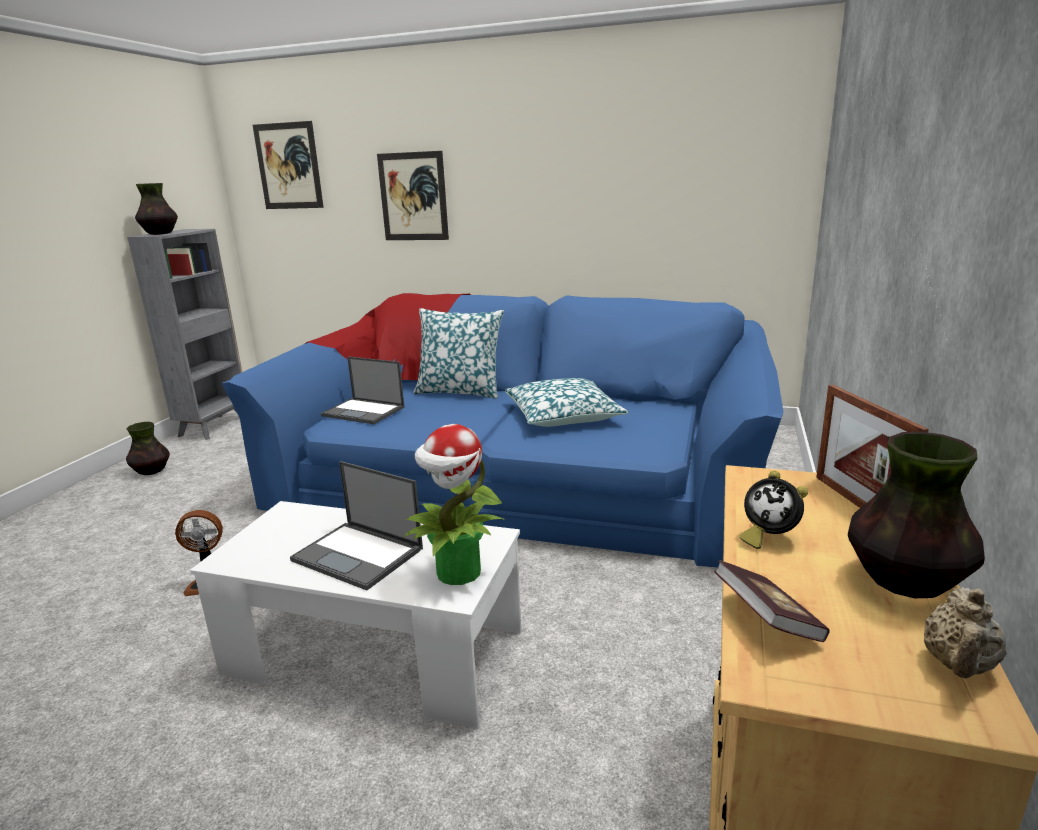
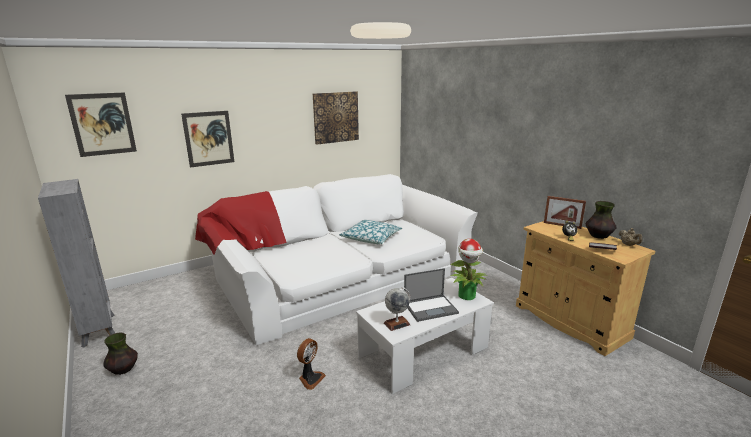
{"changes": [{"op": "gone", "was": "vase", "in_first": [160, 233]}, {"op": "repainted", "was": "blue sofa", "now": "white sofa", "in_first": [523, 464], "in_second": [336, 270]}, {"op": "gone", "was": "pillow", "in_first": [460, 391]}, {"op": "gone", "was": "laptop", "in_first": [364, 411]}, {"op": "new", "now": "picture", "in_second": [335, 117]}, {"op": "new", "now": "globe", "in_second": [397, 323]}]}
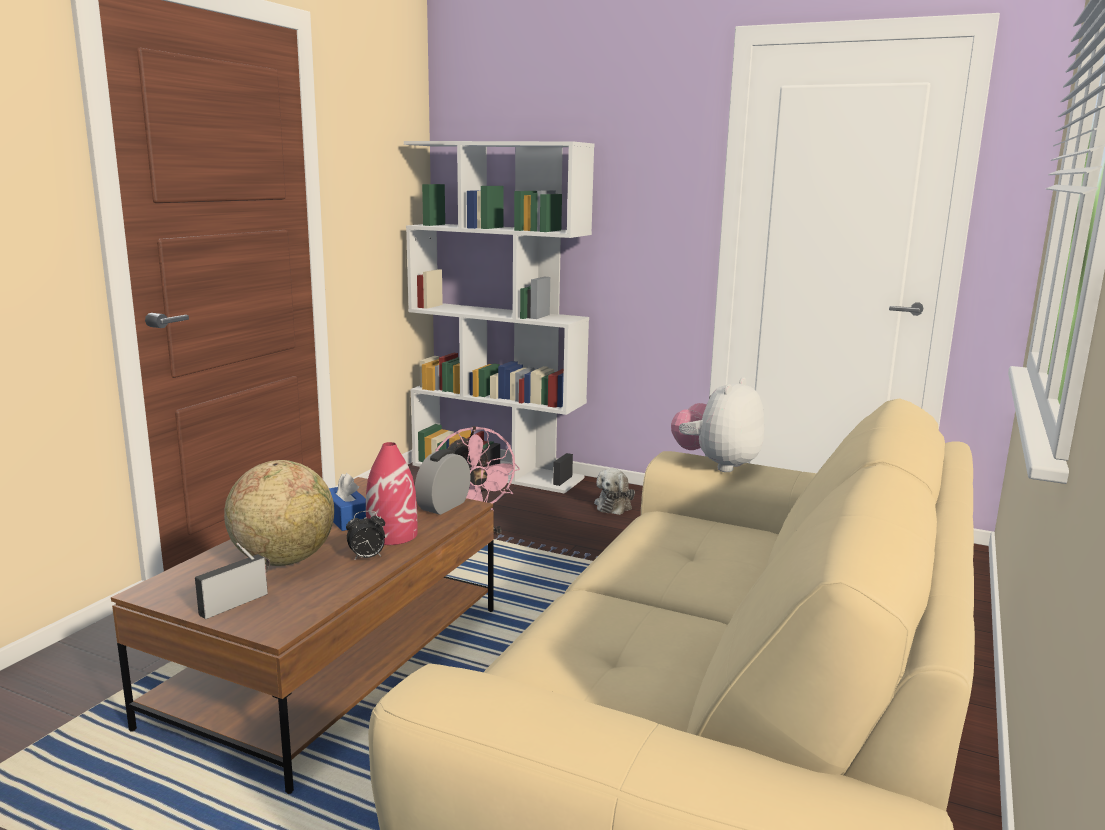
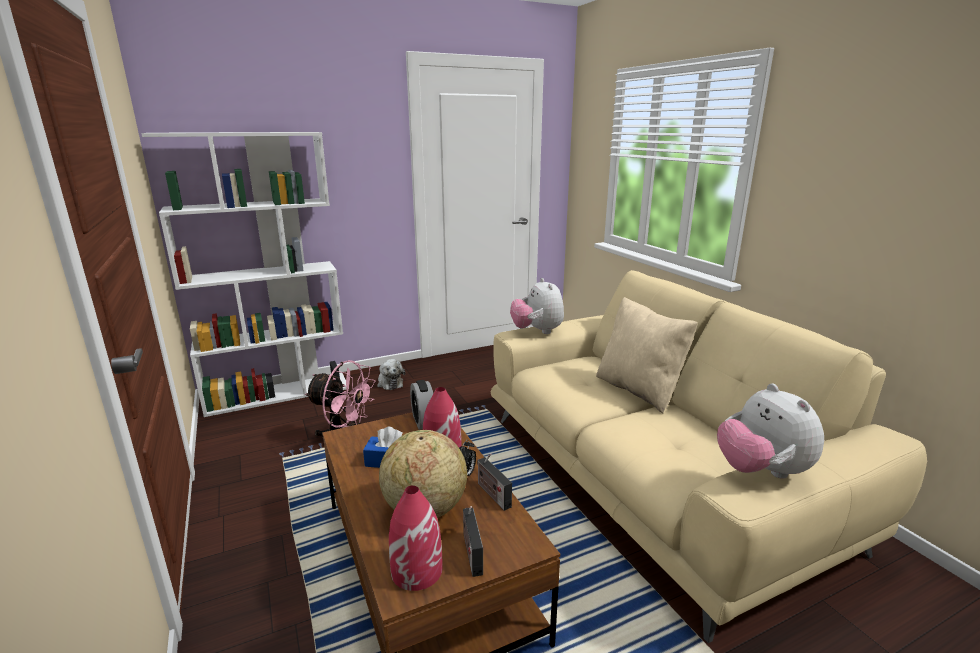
{"changes": [{"op": "new", "now": "beige pillow", "in_second": [639, 390]}, {"op": "new", "now": "plush toy", "in_second": [761, 471]}, {"op": "new", "now": "radio", "in_second": [492, 494]}, {"op": "new", "now": "red vase", "in_second": [416, 570]}]}
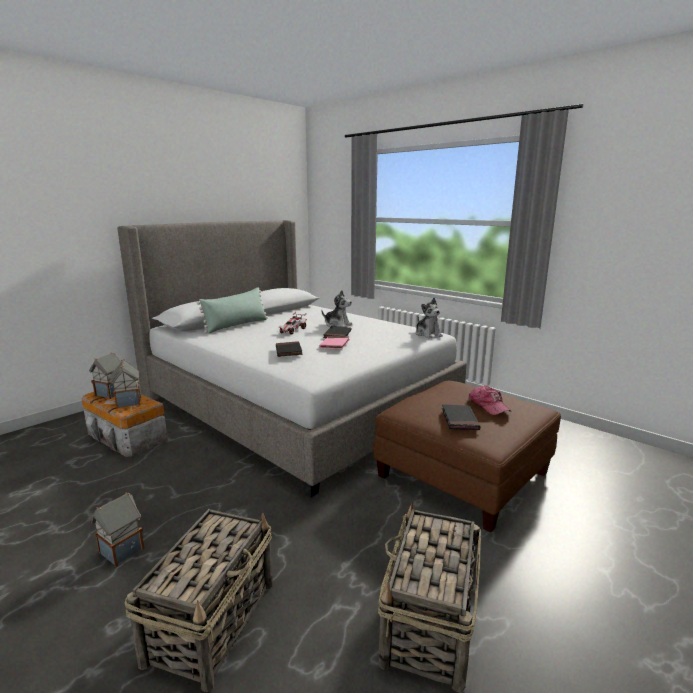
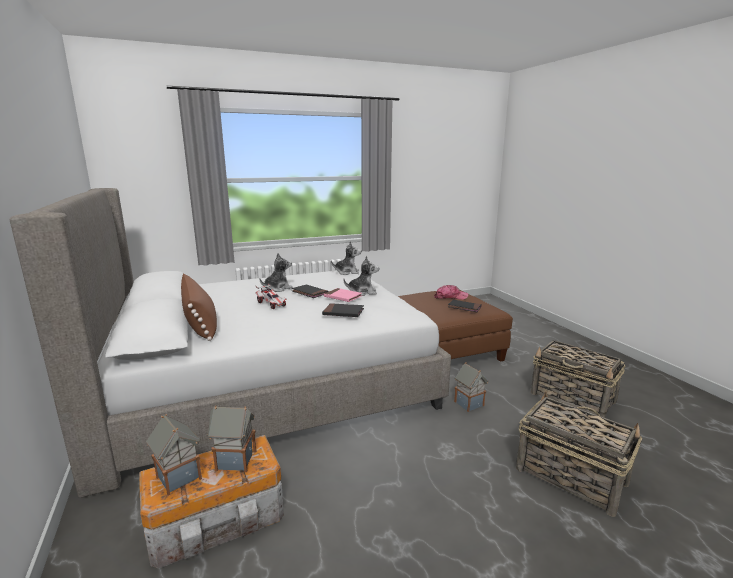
{"changes": [{"op": "repainted", "was": "green pillow", "now": "brown pillow", "in_first": [236, 325], "in_second": [200, 324]}, {"op": "shifted", "was": "toy house", "in_first": [121, 552], "in_second": [469, 404]}, {"op": "new", "now": "plush toy", "in_second": [362, 292]}]}
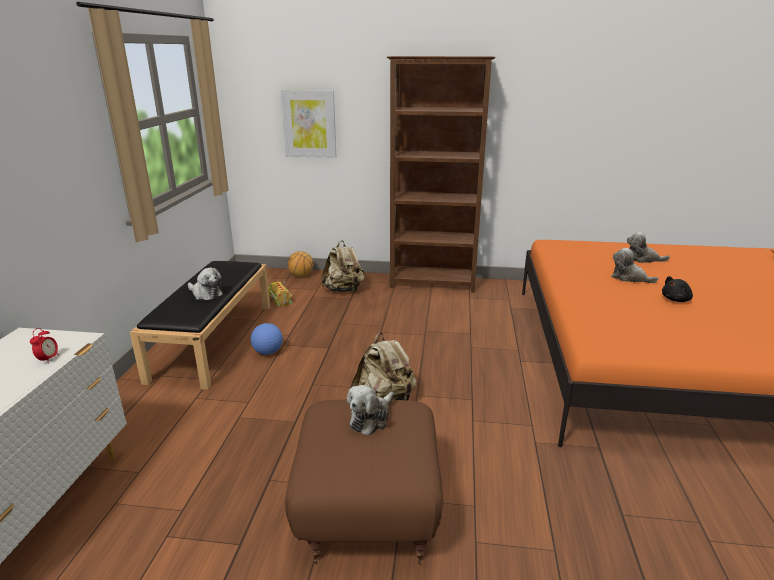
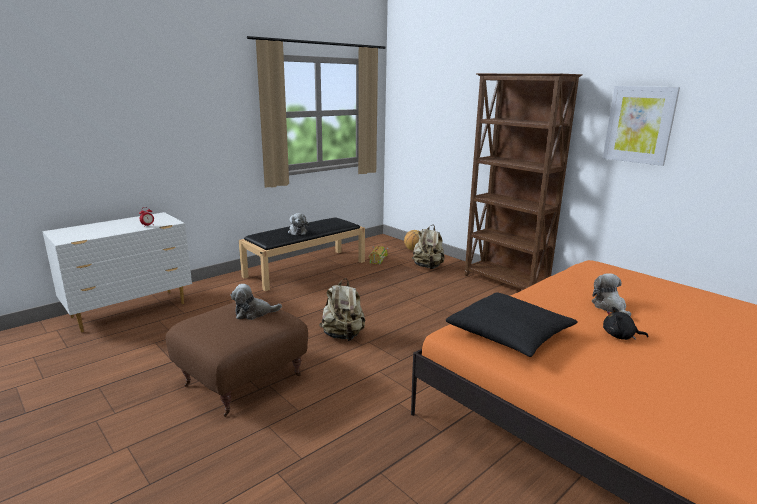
{"changes": [{"op": "shifted", "was": "picture", "in_first": [309, 124], "in_second": [639, 125]}, {"op": "gone", "was": "plush toy", "in_first": [642, 259]}, {"op": "gone", "was": "football", "in_first": [268, 352]}, {"op": "new", "now": "black pillow", "in_second": [509, 334]}]}
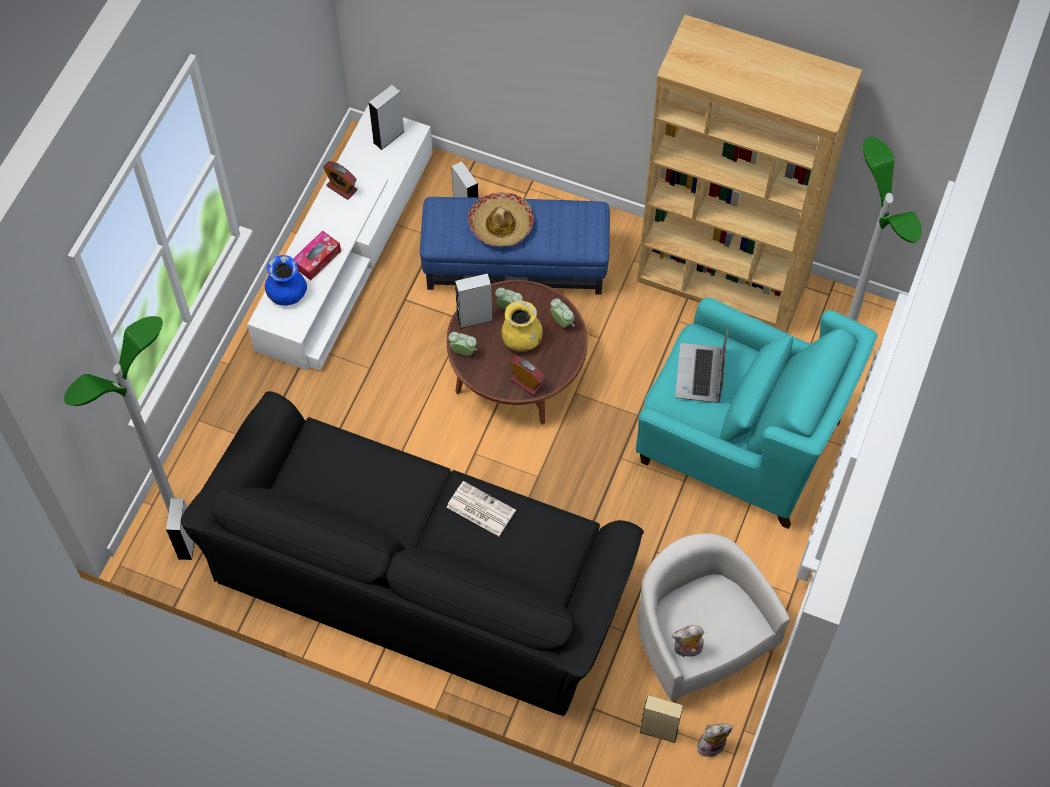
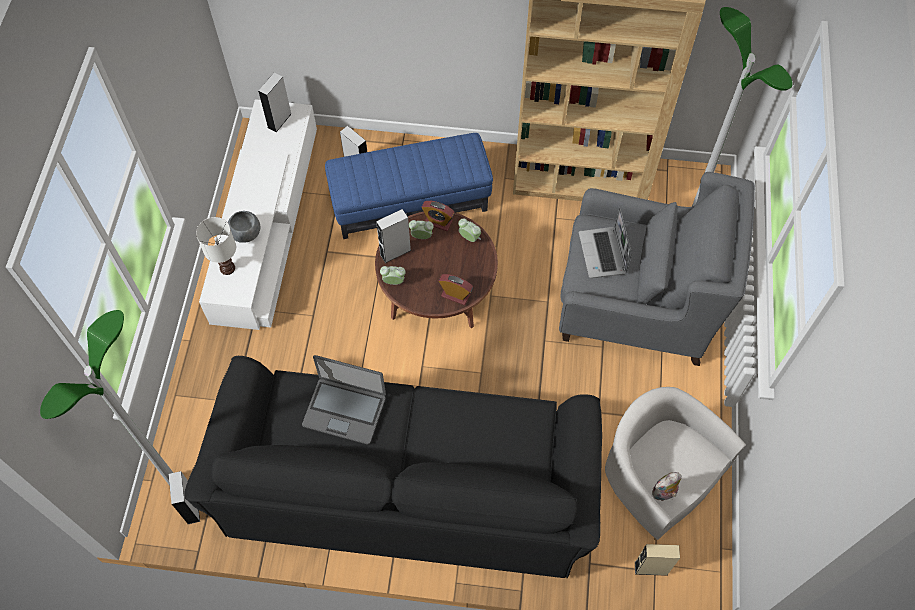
{"changes": [{"op": "shifted", "was": "alarm clock", "in_first": [342, 188], "in_second": [438, 222]}, {"op": "gone", "was": "hat", "in_first": [501, 225]}, {"op": "swapped", "was": "tissue box", "now": "grey bowl", "in_first": [317, 259], "in_second": [246, 233]}, {"op": "swapped", "was": "blue vase", "now": "white table lamp", "in_first": [287, 294], "in_second": [227, 268]}, {"op": "repainted", "was": "turquoise armchair", "now": "grey armchair", "in_first": [740, 441], "in_second": [636, 303]}, {"op": "gone", "was": "yellow vase", "in_first": [521, 339]}, {"op": "gone", "was": "newspaper", "in_first": [480, 509]}, {"op": "gone", "was": "plush toy", "in_first": [711, 744]}, {"op": "new", "now": "laptop", "in_second": [345, 410]}]}
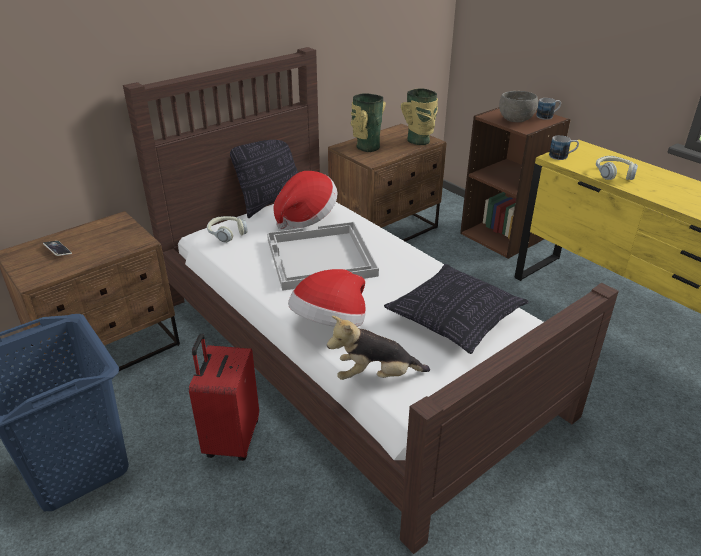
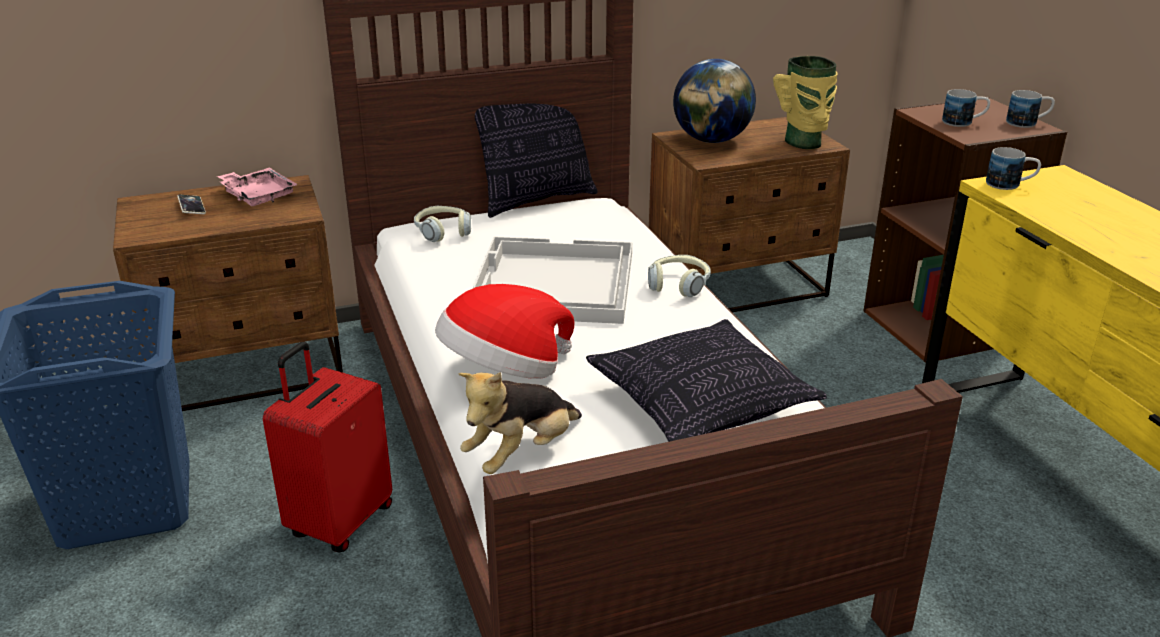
{"changes": [{"op": "swapped", "was": "grey bowl", "now": "mug", "in_first": [516, 120], "in_second": [963, 122]}, {"op": "swapped", "was": "vase", "now": "globe", "in_first": [366, 147], "in_second": [711, 140]}, {"op": "shifted", "was": "headphones", "in_first": [613, 174], "in_second": [678, 284]}, {"op": "gone", "was": "hat", "in_first": [306, 217]}, {"op": "rotated", "was": "plush toy", "in_first": [375, 376], "in_second": [521, 453], "clockwise": -60}, {"op": "new", "now": "pink tray", "in_second": [258, 196]}]}
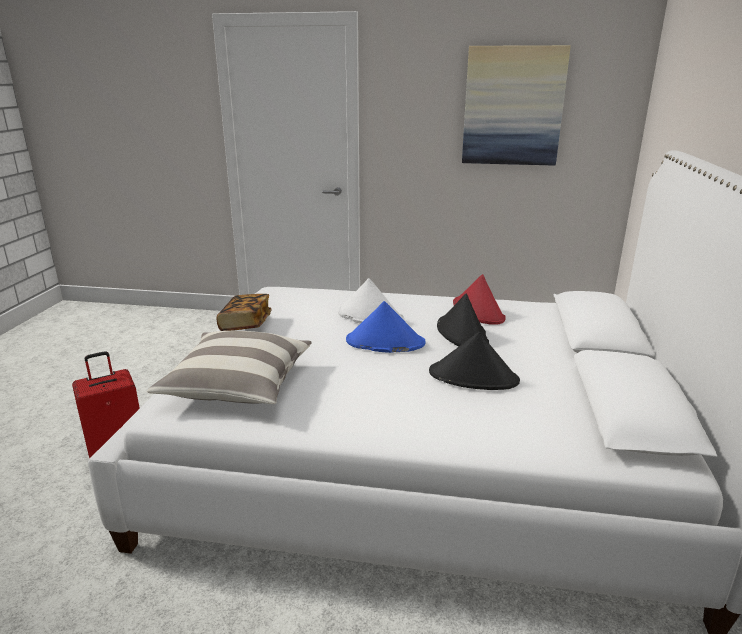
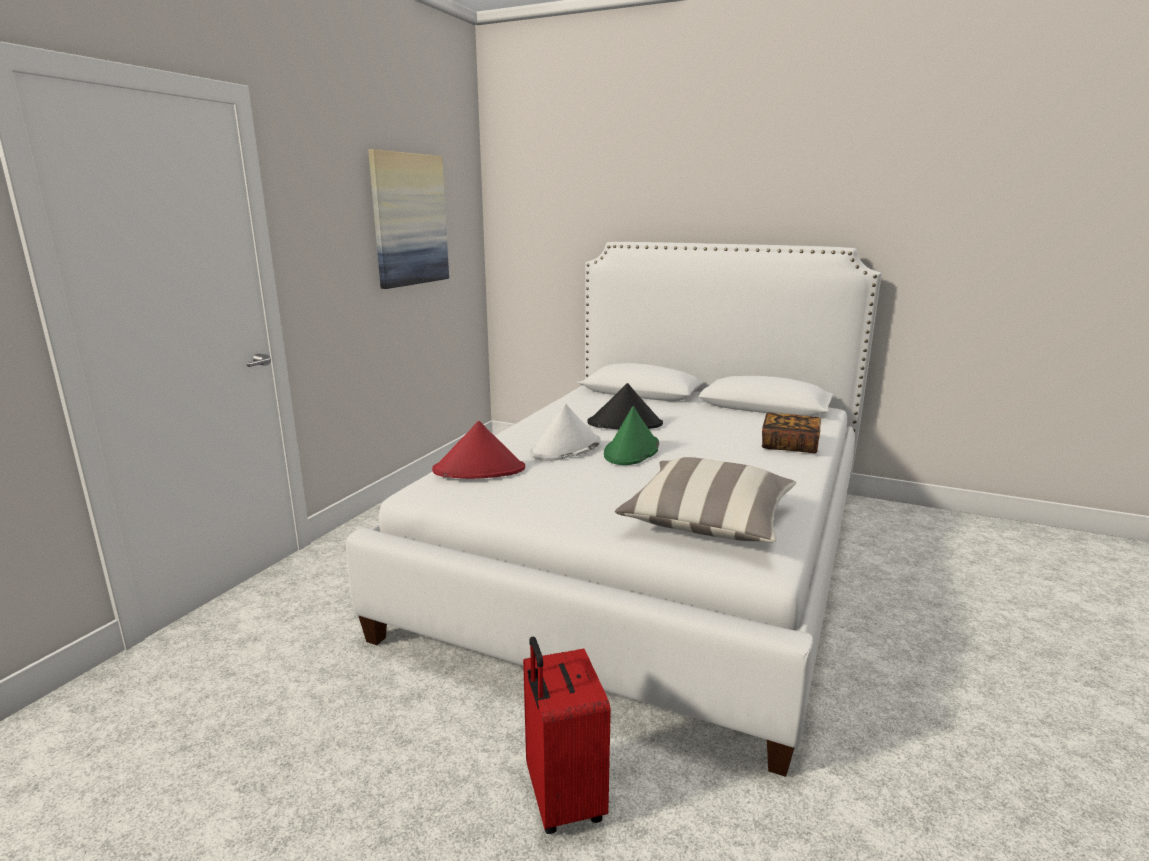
{"changes": [{"op": "shifted", "was": "red hat", "in_first": [478, 311], "in_second": [479, 470]}, {"op": "shifted", "was": "book", "in_first": [246, 324], "in_second": [789, 446]}, {"op": "repainted", "was": "blue hat", "now": "green hat", "in_first": [384, 342], "in_second": [631, 451]}, {"op": "gone", "was": "black hat", "in_first": [474, 377]}]}
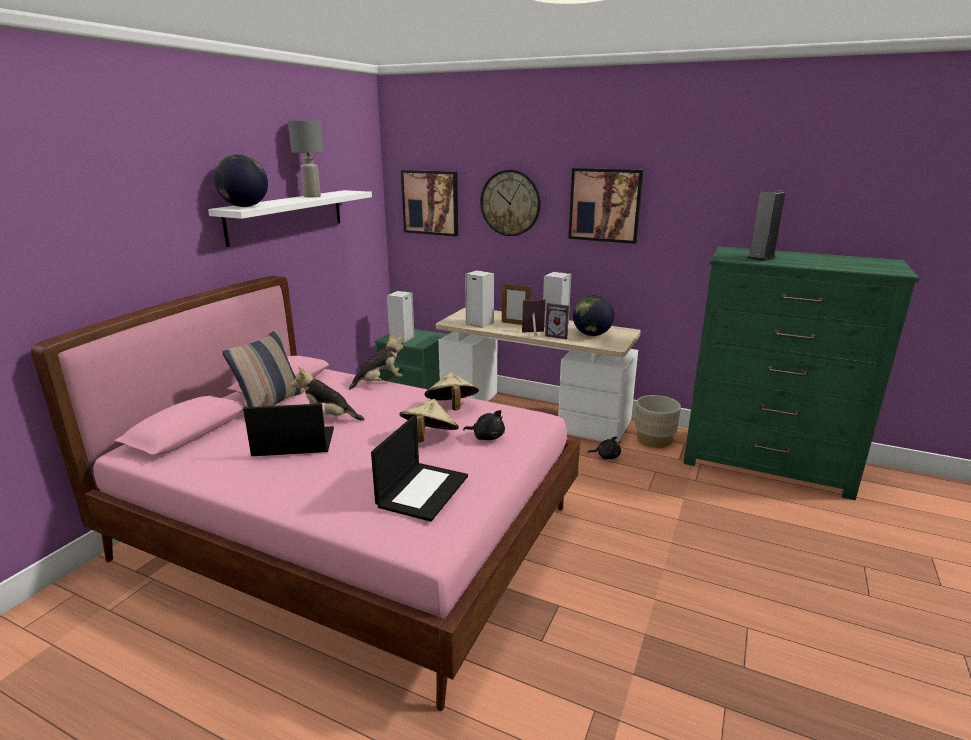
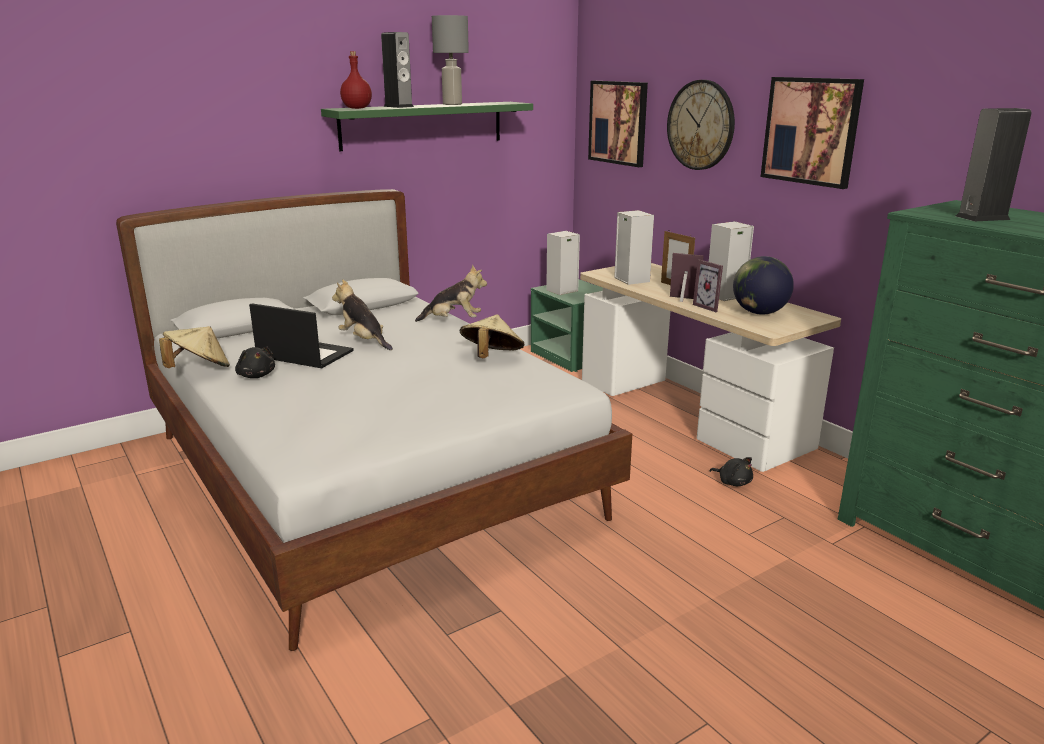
{"changes": [{"op": "swapped", "was": "globe", "now": "red bottle", "in_first": [245, 206], "in_second": [356, 108]}, {"op": "repainted", "was": "white shelf", "now": "green shelf", "in_first": [287, 216], "in_second": [423, 125]}, {"op": "repainted", "was": "pink bed", "now": "white bed", "in_first": [351, 534], "in_second": [368, 476]}, {"op": "gone", "was": "pillow", "in_first": [271, 404]}, {"op": "gone", "was": "beige planter", "in_first": [654, 440]}, {"op": "shifted", "was": "beige hat", "in_first": [429, 438], "in_second": [199, 370]}, {"op": "shifted", "was": "black plush toy", "in_first": [487, 437], "in_second": [256, 375]}, {"op": "gone", "was": "laptop", "in_first": [422, 490]}, {"op": "new", "now": "speaker", "in_second": [398, 106]}]}
